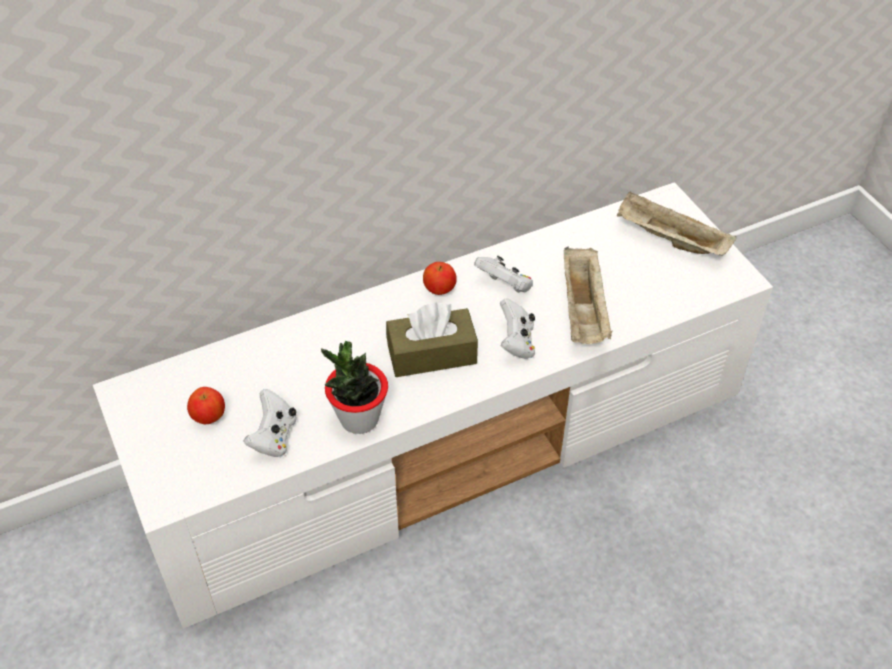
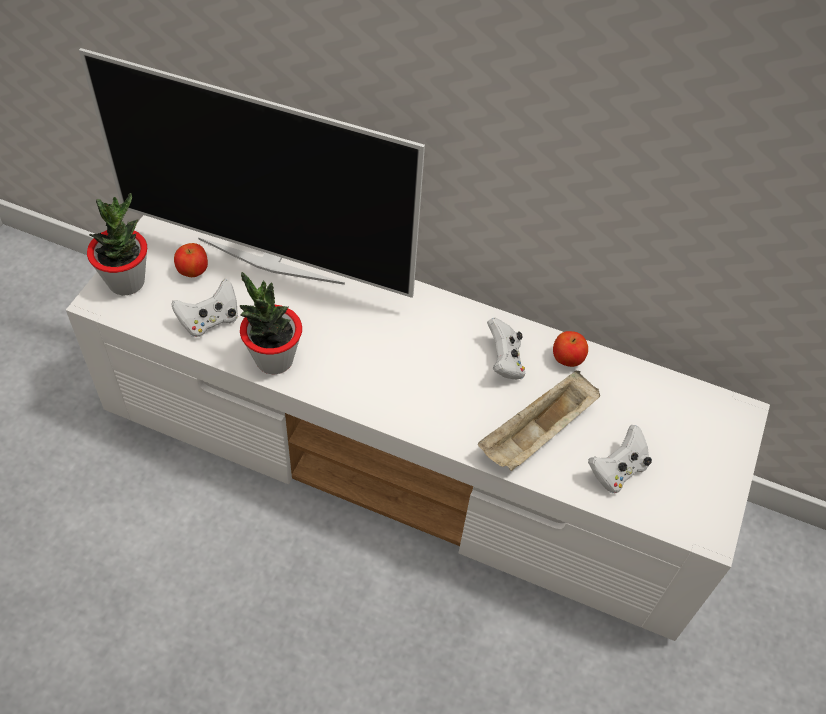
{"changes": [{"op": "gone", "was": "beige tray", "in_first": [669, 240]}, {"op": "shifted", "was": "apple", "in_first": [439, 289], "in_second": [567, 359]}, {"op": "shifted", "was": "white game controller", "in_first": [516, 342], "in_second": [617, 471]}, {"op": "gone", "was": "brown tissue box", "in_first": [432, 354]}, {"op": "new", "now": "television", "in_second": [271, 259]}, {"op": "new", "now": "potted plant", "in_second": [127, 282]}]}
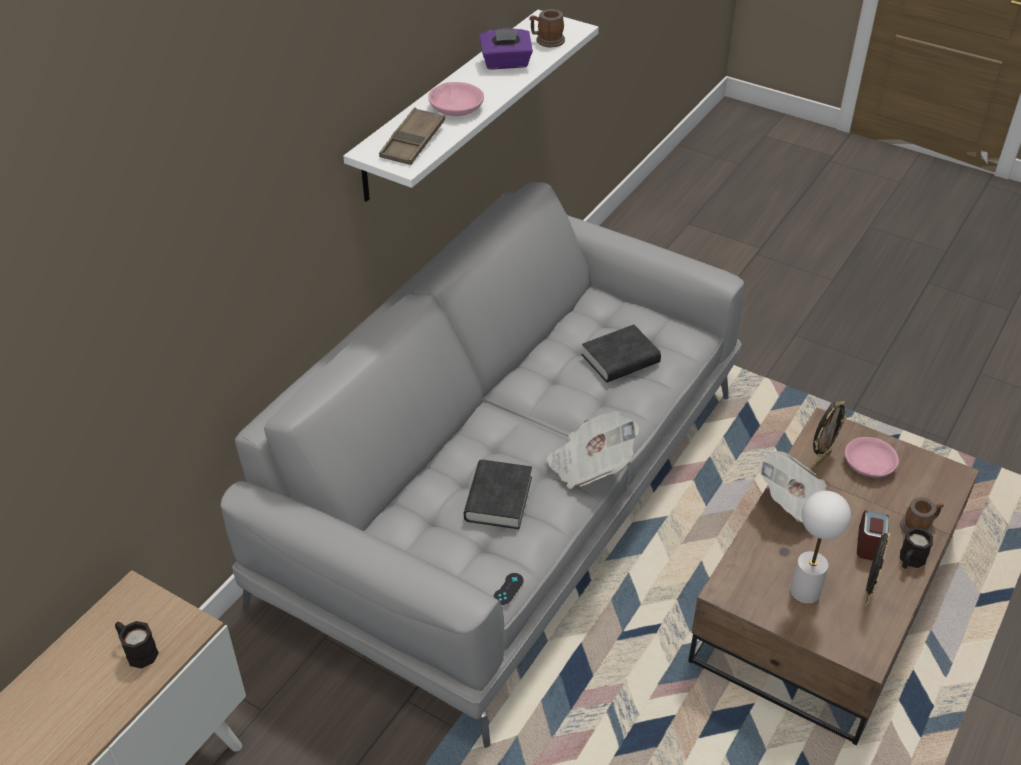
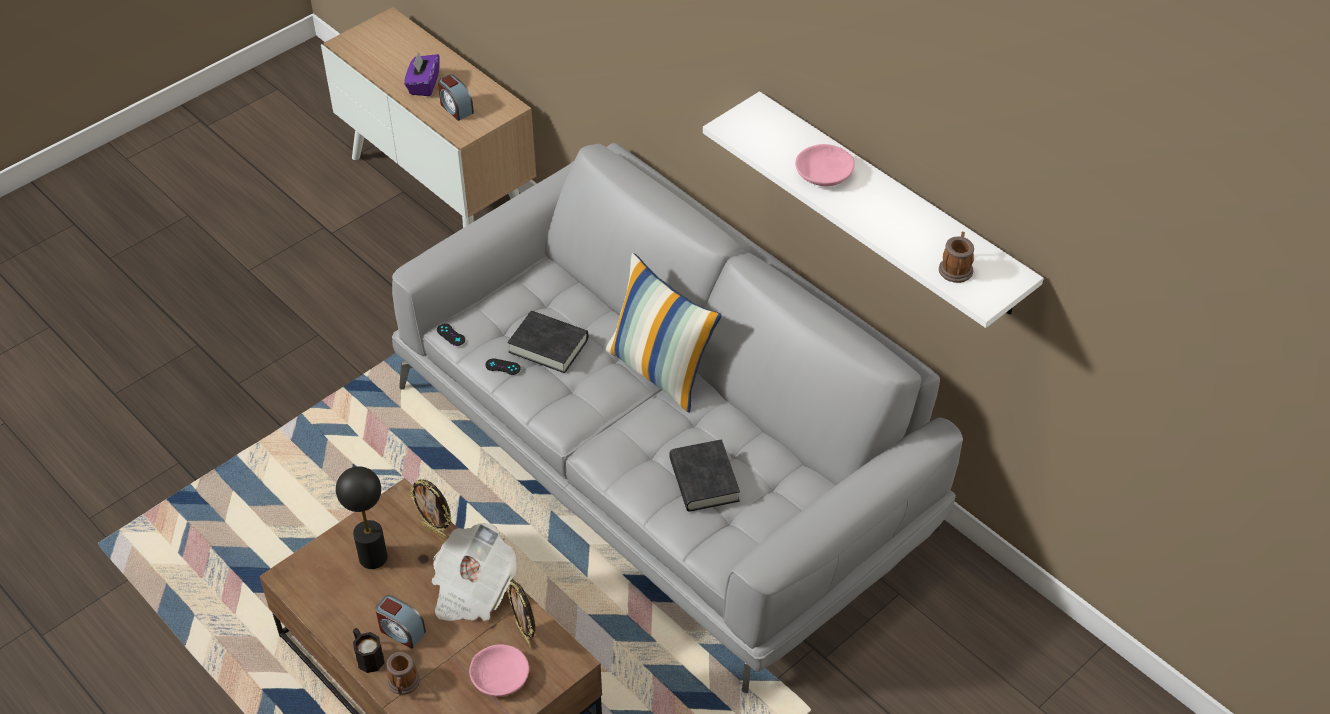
{"changes": [{"op": "shifted", "was": "purple tissue box", "in_first": [506, 63], "in_second": [423, 85]}, {"op": "gone", "was": "brown tray", "in_first": [413, 142]}, {"op": "gone", "was": "newspaper", "in_first": [590, 465]}, {"op": "repainted", "was": "white table lamp", "now": "black table lamp", "in_first": [805, 591], "in_second": [373, 557]}, {"op": "shifted", "was": "picture frame", "in_first": [867, 594], "in_second": [436, 531]}, {"op": "swapped", "was": "black mug", "now": "alarm clock", "in_first": [137, 651], "in_second": [456, 108]}, {"op": "new", "now": "pillow", "in_second": [661, 371]}, {"op": "new", "now": "black game controller", "in_second": [502, 367]}]}
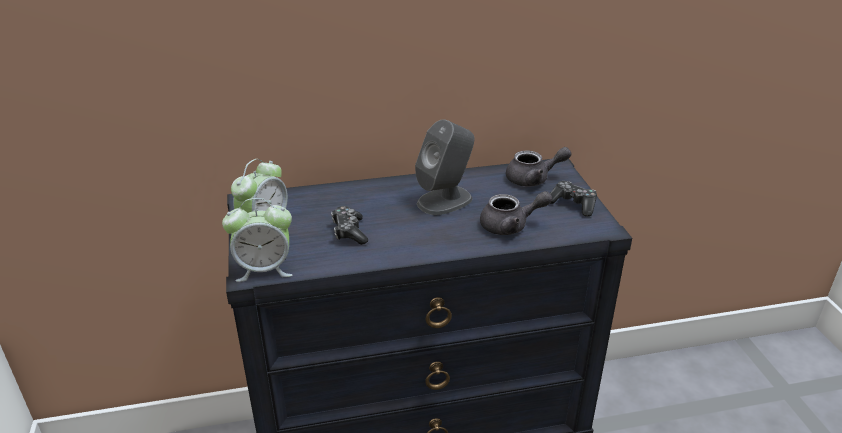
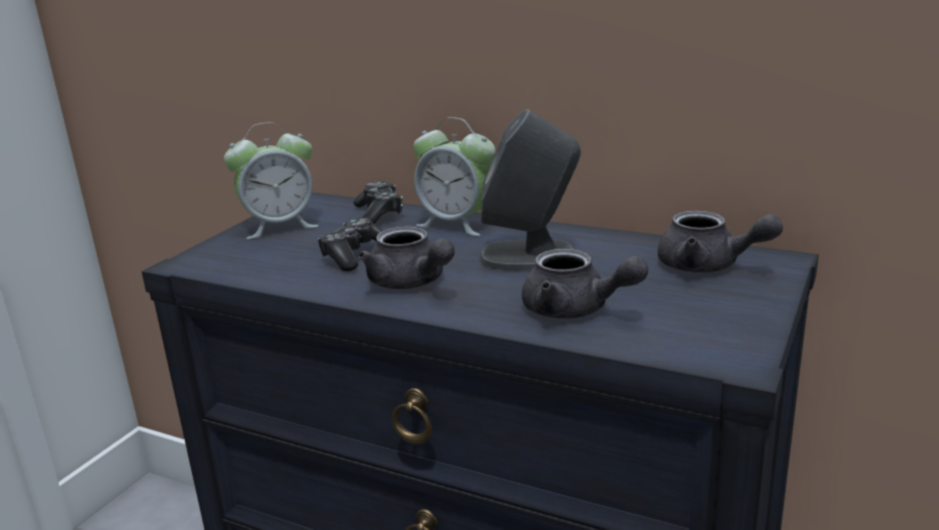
{"changes": [{"op": "shifted", "was": "game controller", "in_first": [573, 204], "in_second": [379, 213]}, {"op": "shifted", "was": "alarm clock", "in_first": [264, 269], "in_second": [457, 224]}, {"op": "new", "now": "grey teapot", "in_second": [411, 283]}]}
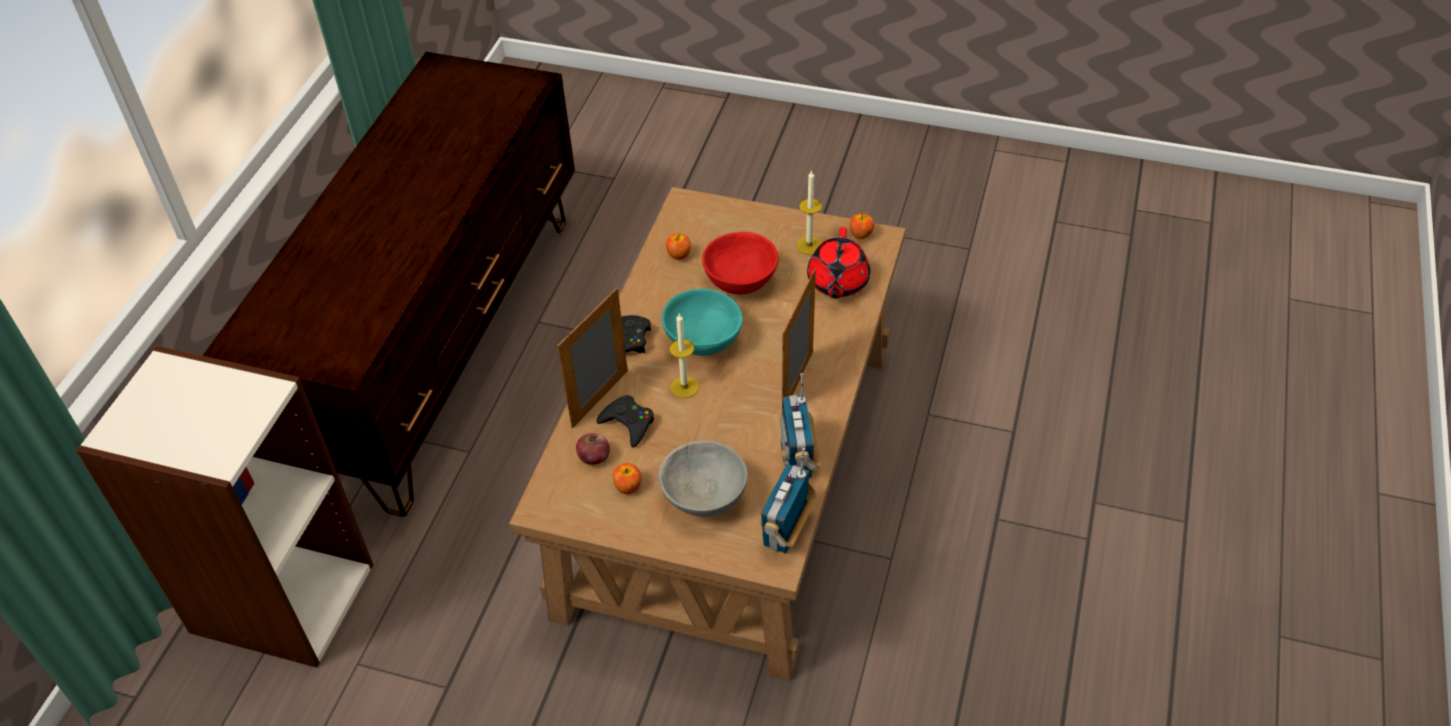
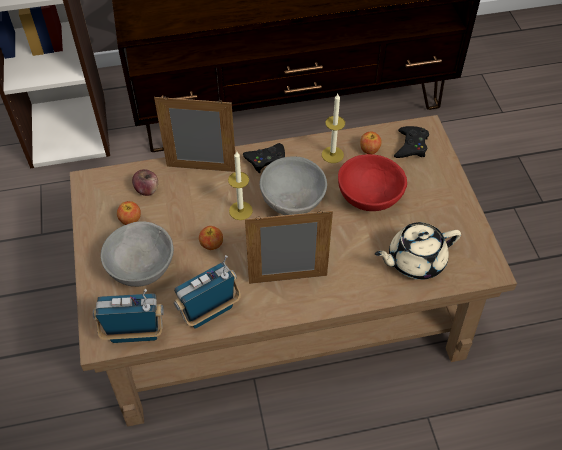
{"changes": [{"op": "shifted", "was": "candle", "in_first": [809, 245], "in_second": [332, 155]}, {"op": "shifted", "was": "apple", "in_first": [861, 234], "in_second": [211, 244]}, {"op": "repainted", "was": "red teapot", "now": "beige teapot", "in_first": [837, 282], "in_second": [414, 260]}, {"op": "repainted", "was": "turquoise bowl", "now": "grey bowl", "in_first": [703, 340], "in_second": [293, 201]}, {"op": "shifted", "was": "black game controller", "in_first": [628, 423], "in_second": [411, 146]}]}
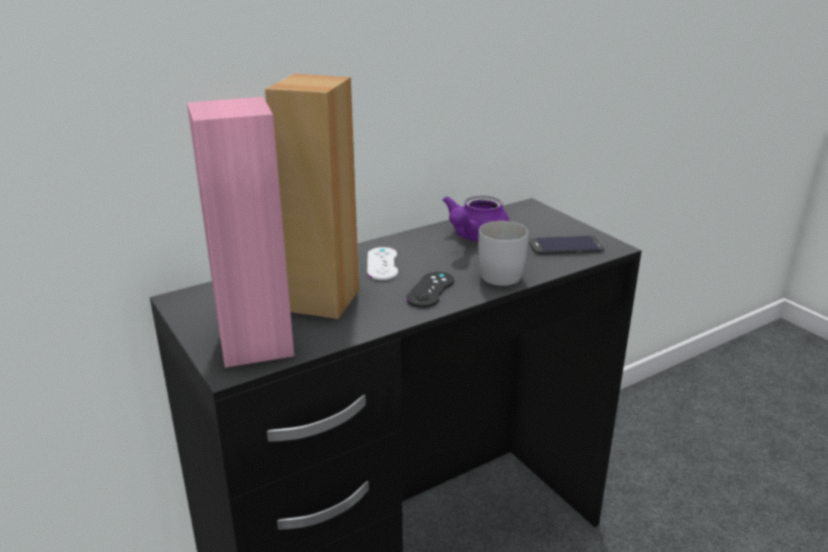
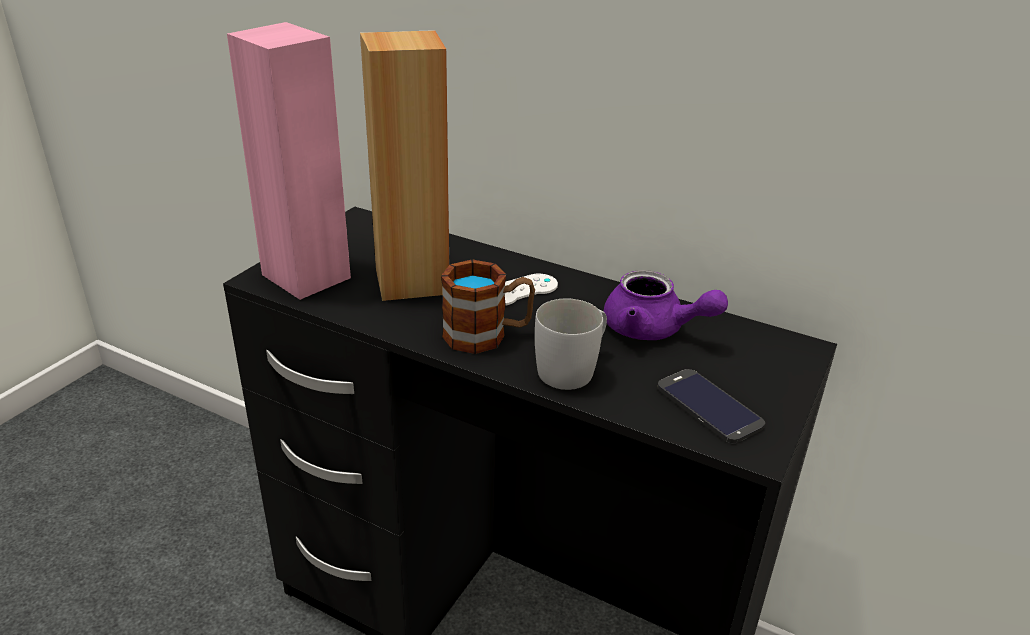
{"changes": [{"op": "rotated", "was": "purple teapot", "in_first": [475, 237], "in_second": [653, 330], "clockwise": -150}, {"op": "swapped", "was": "black game controller", "now": "mug", "in_first": [430, 290], "in_second": [487, 335]}]}
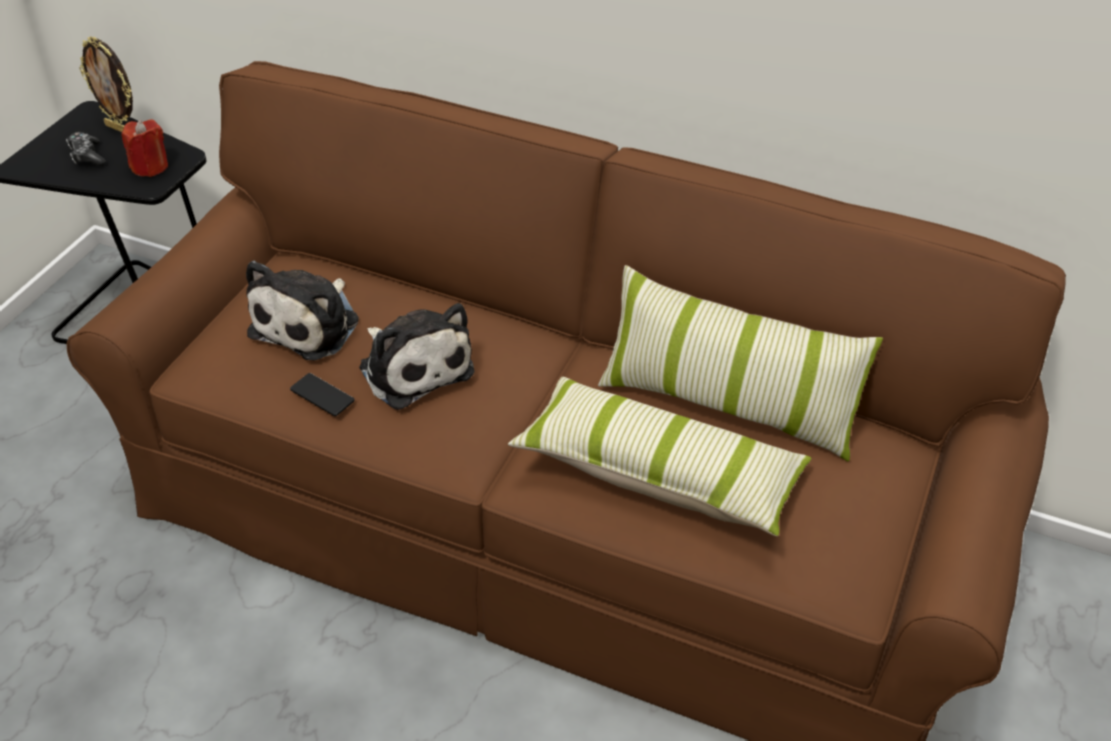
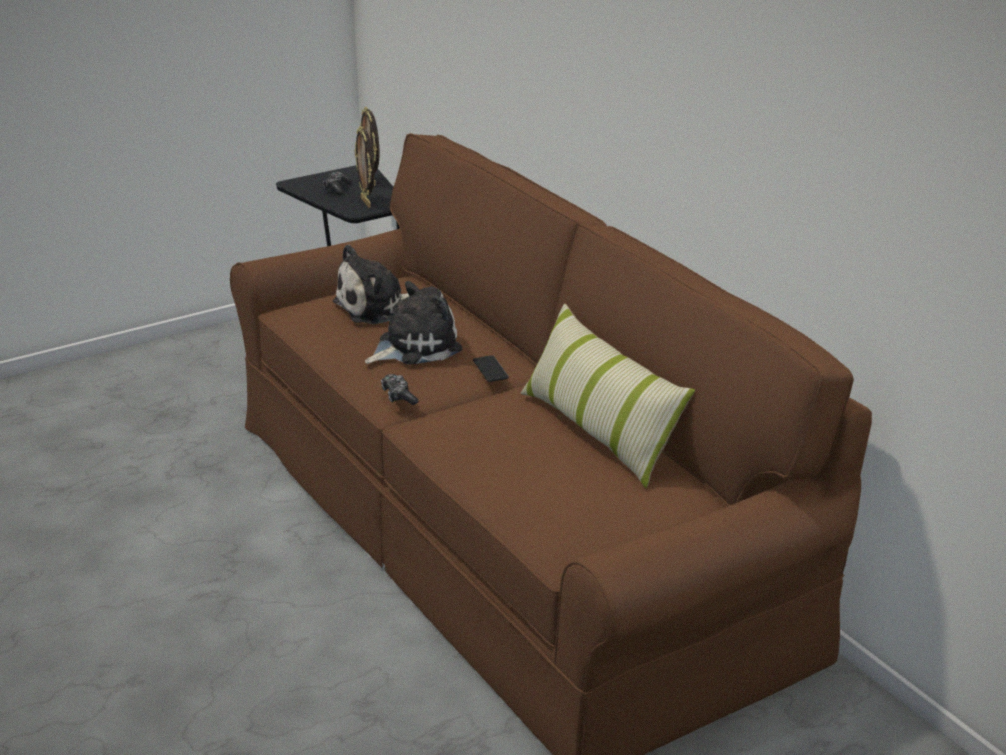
{"changes": [{"op": "swapped", "was": "red candle", "now": "picture frame", "in_first": [150, 166], "in_second": [366, 202]}, {"op": "rotated", "was": "plush toy", "in_first": [414, 367], "in_second": [414, 346], "clockwise": -120}, {"op": "shifted", "was": "phone", "in_first": [322, 395], "in_second": [490, 369]}, {"op": "gone", "was": "pillow", "in_first": [659, 473]}, {"op": "new", "now": "game controller", "in_second": [398, 396]}]}
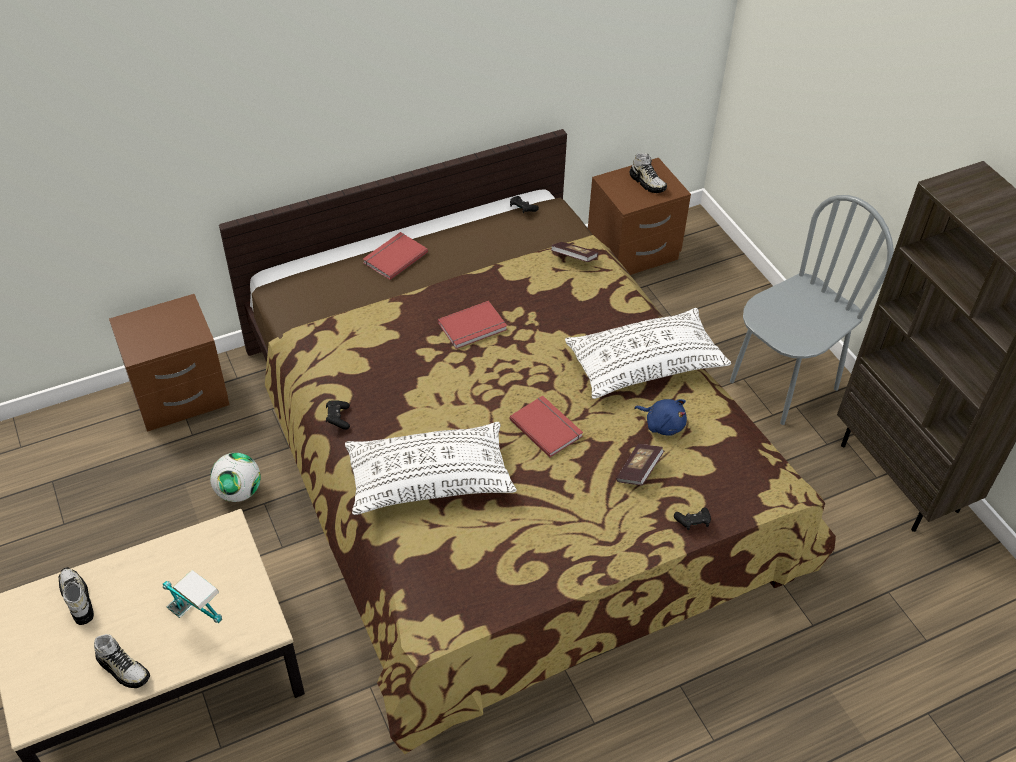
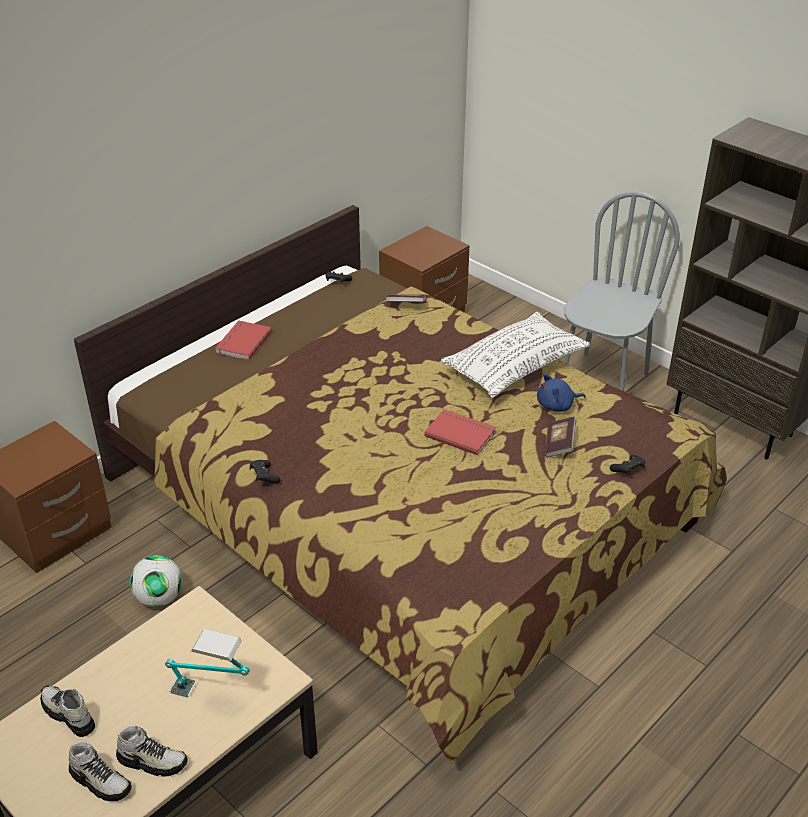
{"changes": [{"op": "shifted", "was": "shoe", "in_first": [647, 182], "in_second": [101, 781]}, {"op": "gone", "was": "red book", "in_first": [473, 327]}, {"op": "rotated", "was": "blue plush toy", "in_first": [662, 424], "in_second": [557, 405], "clockwise": 150}, {"op": "gone", "was": "white pillow", "in_first": [429, 479]}]}
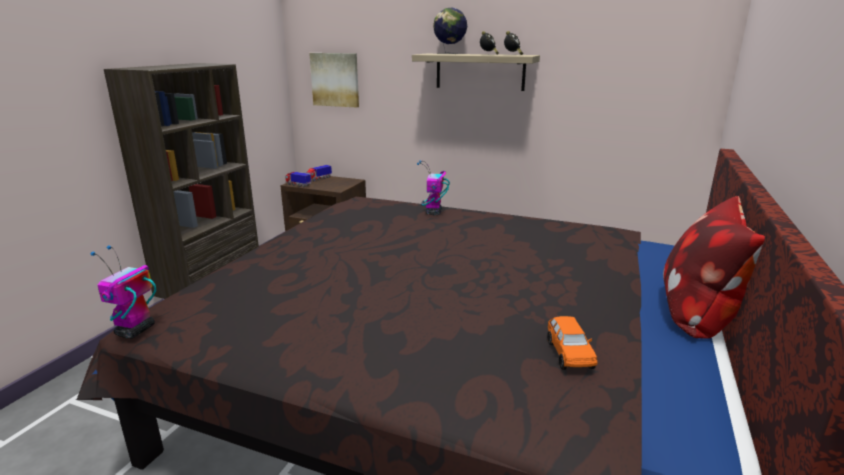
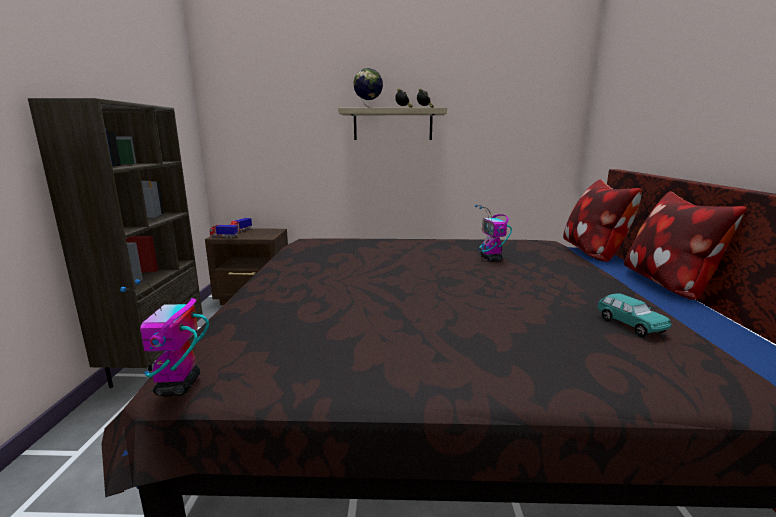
{"changes": [{"op": "gone", "was": "picture", "in_first": [335, 79]}, {"op": "shifted", "was": "toy robot", "in_first": [433, 213], "in_second": [491, 259]}, {"op": "repainted", "was": "orange toy car", "now": "turquoise toy car", "in_first": [569, 354], "in_second": [630, 325]}, {"op": "new", "now": "pillow", "in_second": [593, 252]}]}
